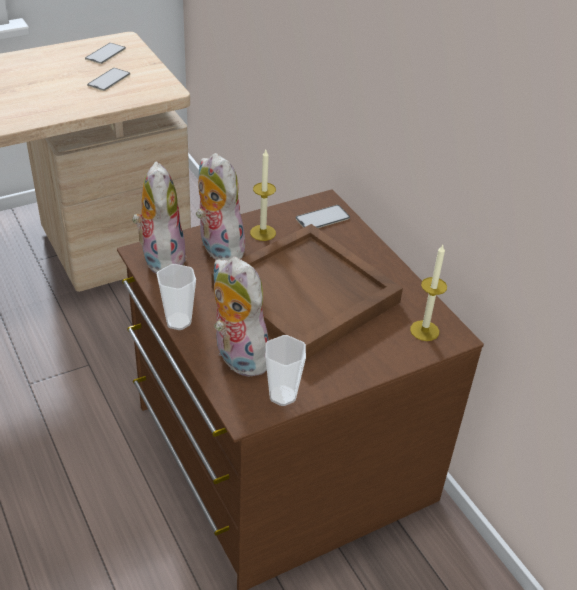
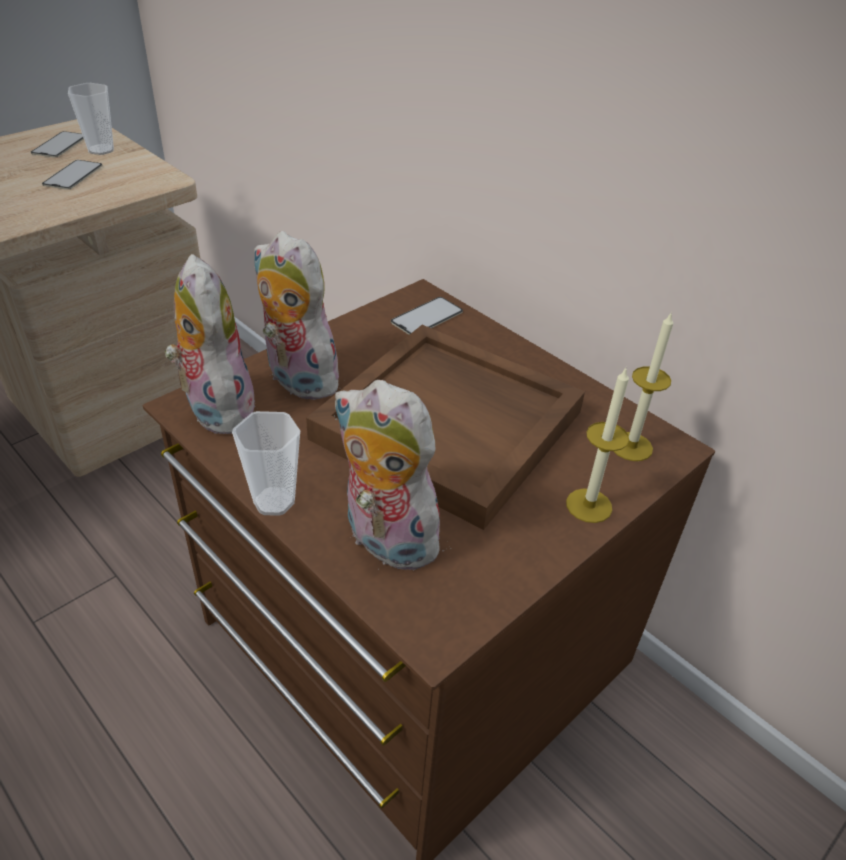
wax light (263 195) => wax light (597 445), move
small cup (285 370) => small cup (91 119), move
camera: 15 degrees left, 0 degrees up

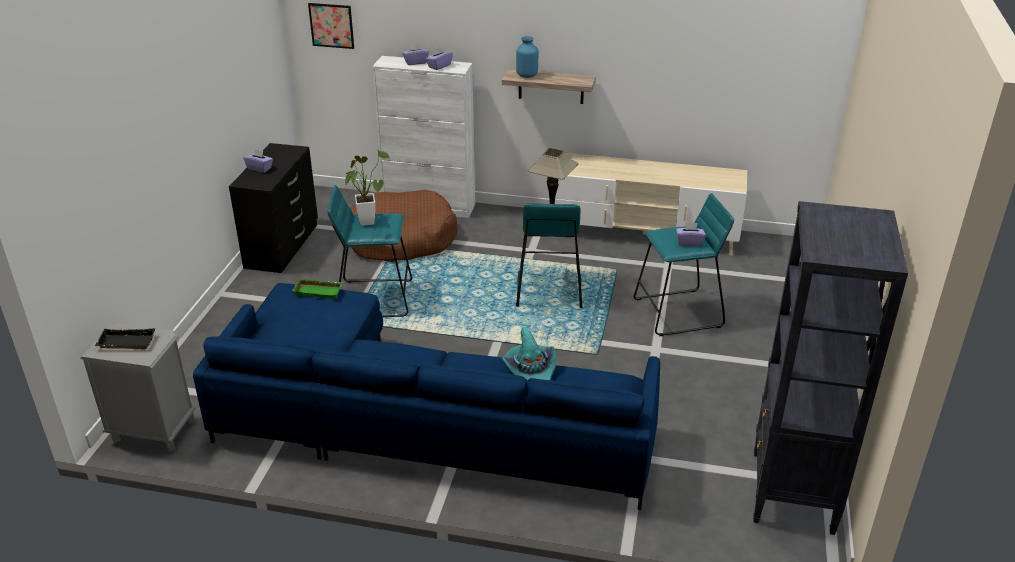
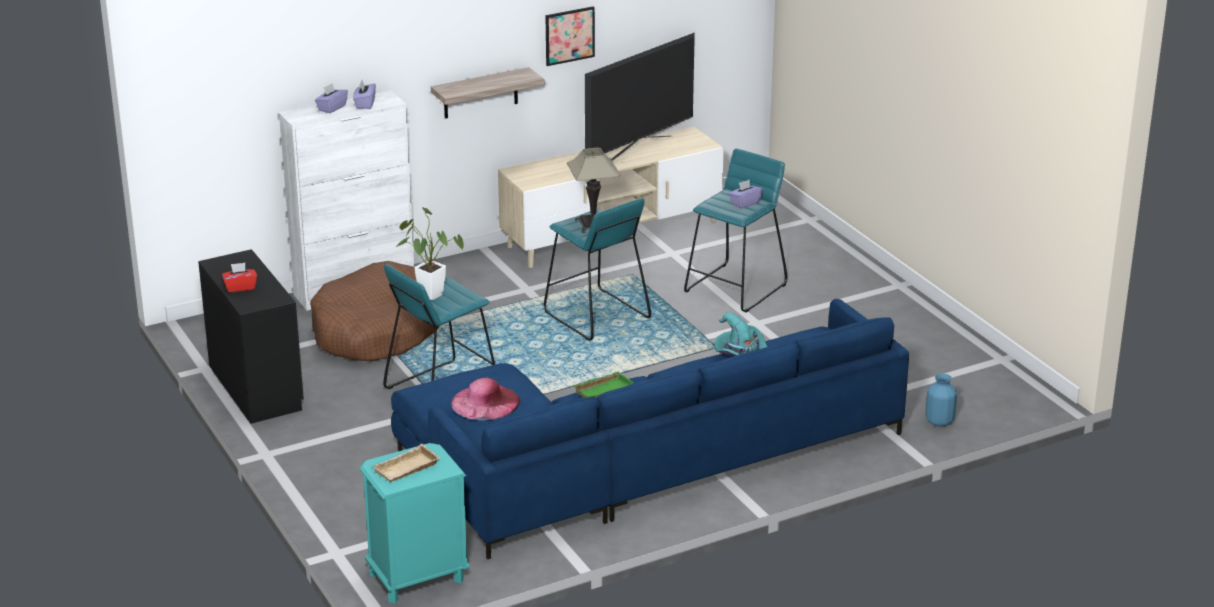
bookcase in blackish (830 368) => nothing
nothing => hat in pinkish (485 399)
nothing => TV (640 96)
tray in greenish (317 288) => tray in greenish (603 385), move
wall picture (331 26) => wall picture (570 36), move
decorative vase in bluish (527 57) => decorative vase in bluish (941 400), move
bedside table in gray (138 387) => bedside table in turquoise (415 523)
tray in blackish (125 338) => tray in sand-coloured (406 463)
tissue box in purple (258 161) => tissue box in red (239 277)
camera: 40 degrees left, 5 degrees down

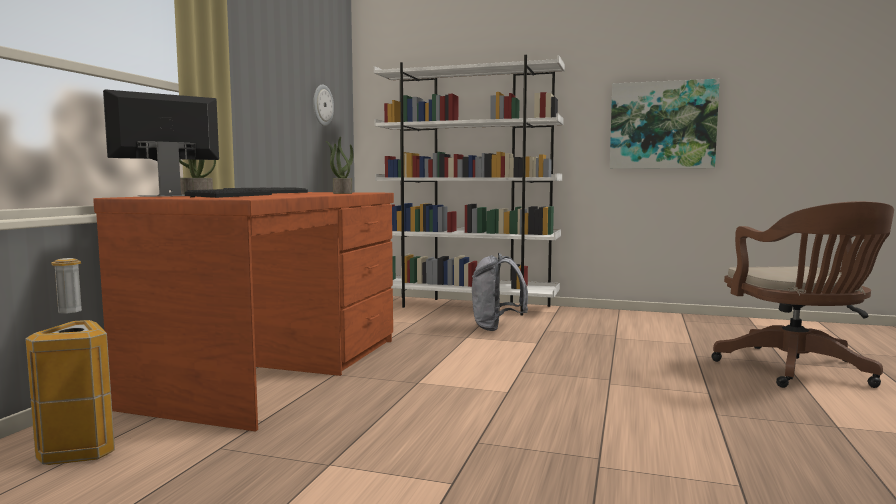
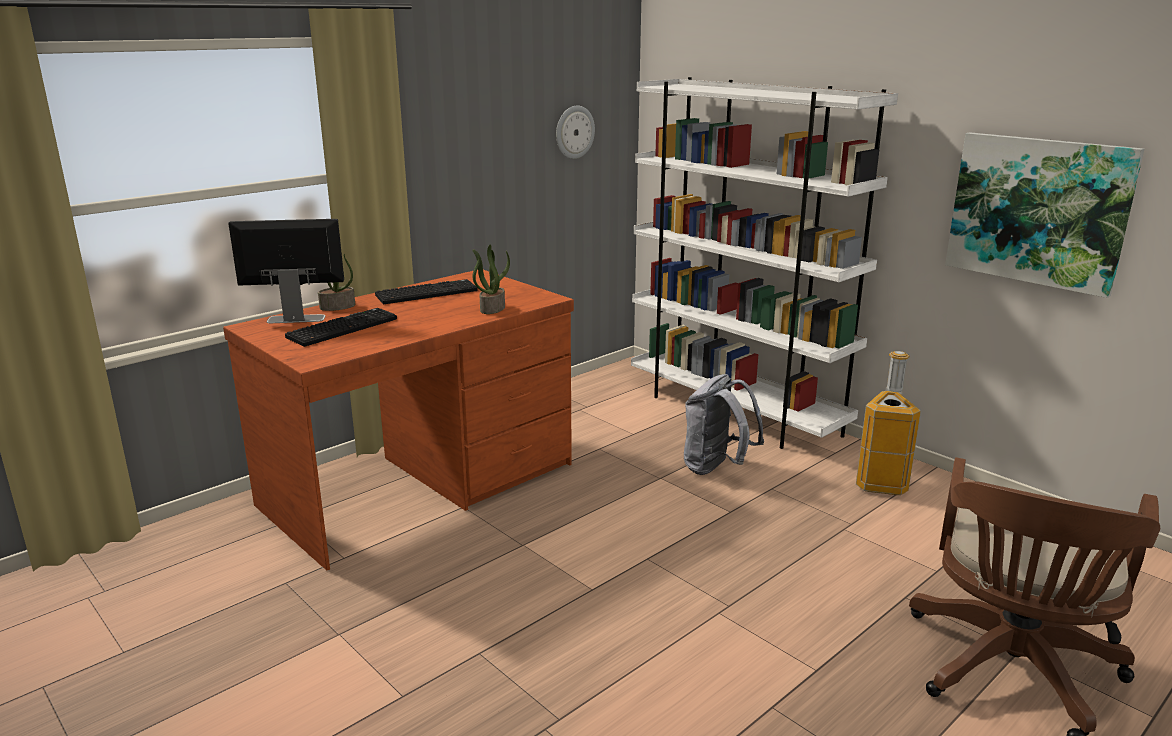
trash can (70 361) => trash can (888 423), move
camera: 30 degrees right, 15 degrees up

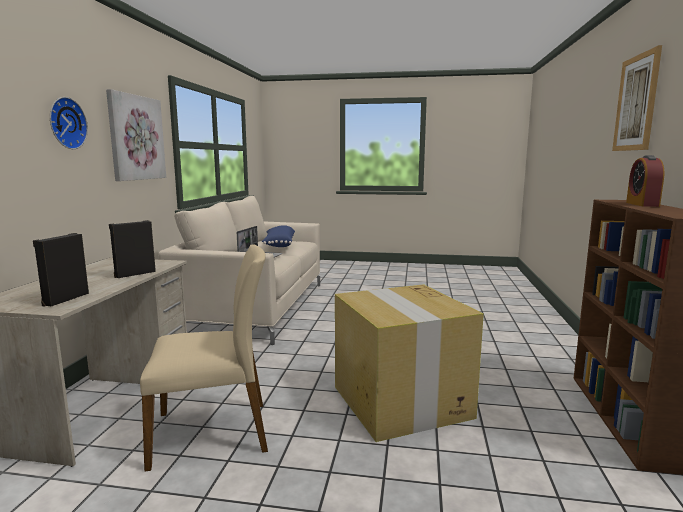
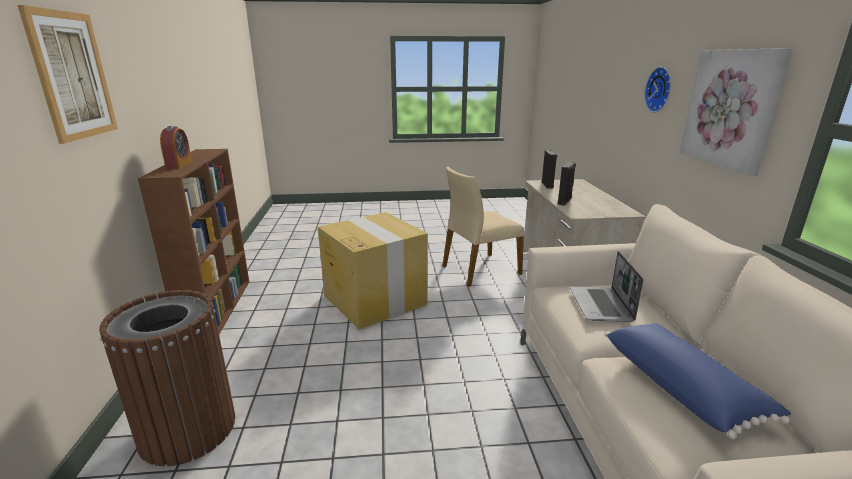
nothing => trash can in brown (167 378)
camera: 165 degrees right, 10 degrees up

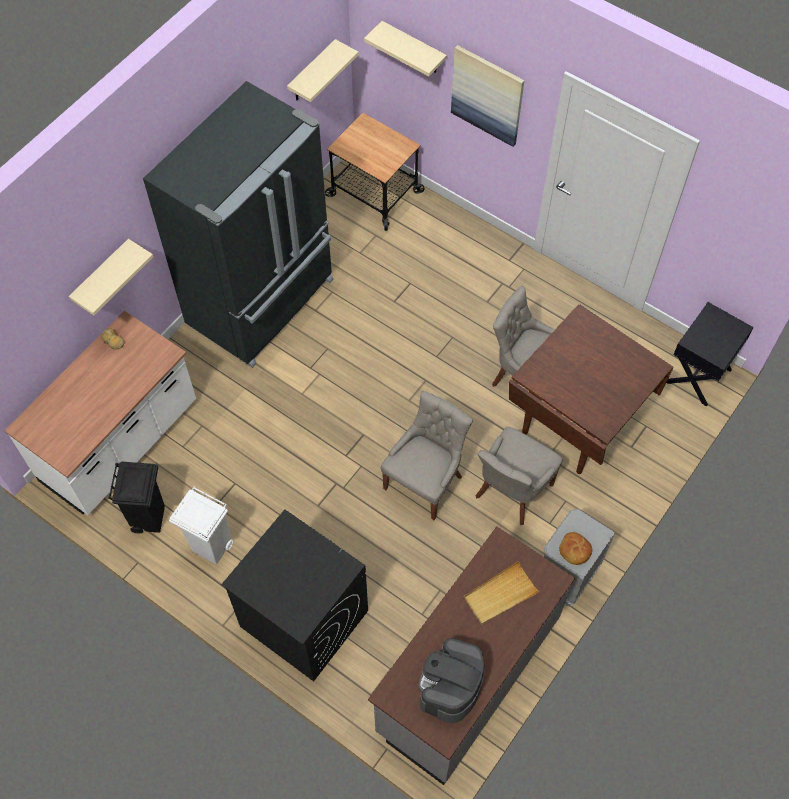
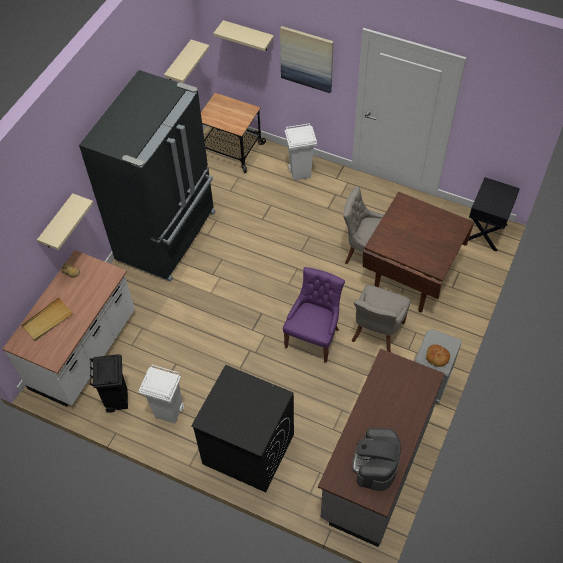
nothing => trash can in whitish (301 151)
tray in sand-coloured (502 593) => tray in sand-coloured (47 319), move
upright chair in gray (427 455) => upright chair in purple (314 315)
camera: 10 degrees left, 5 degrees down

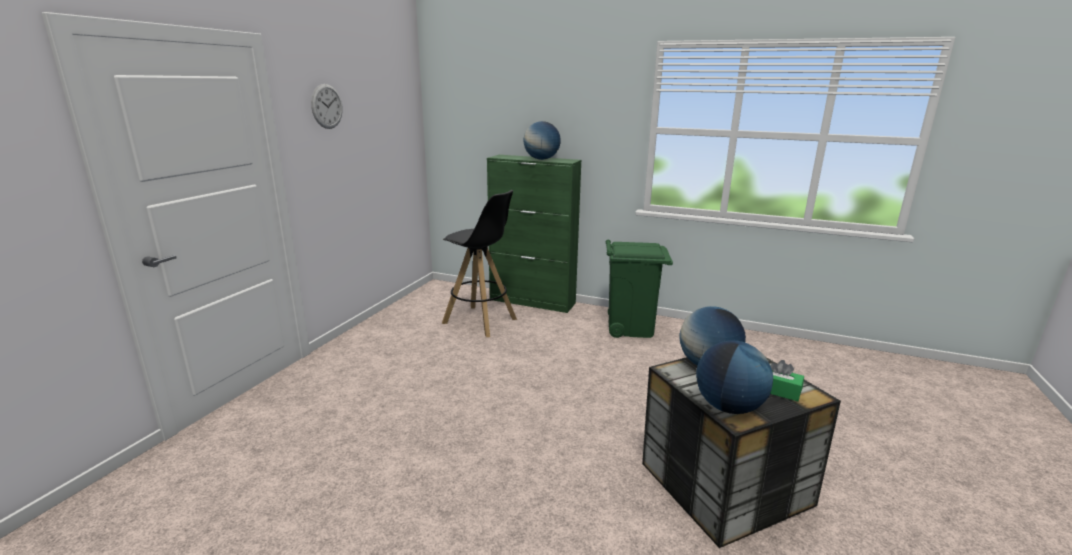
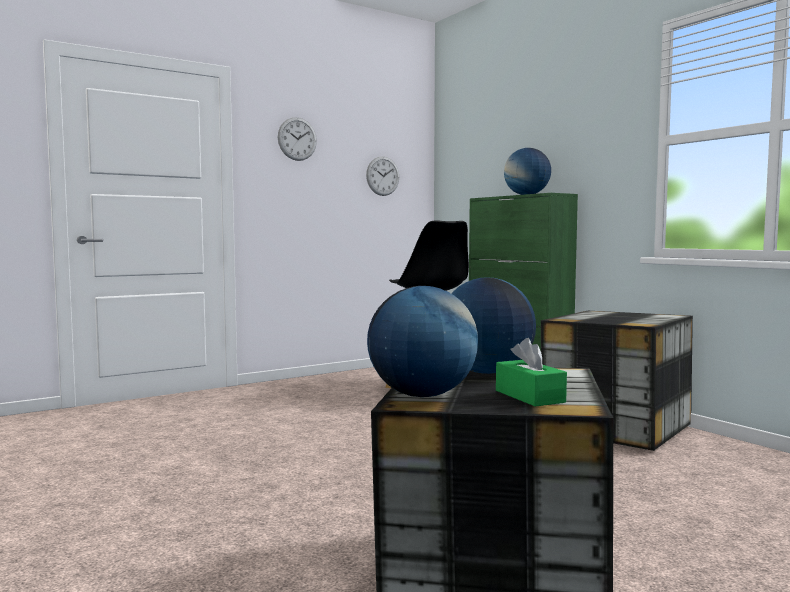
nothing => wall clock (382 176)
trash can in greenish (639 289) => storage box (617 381)
camera: 35 degrees right, 15 degrees down

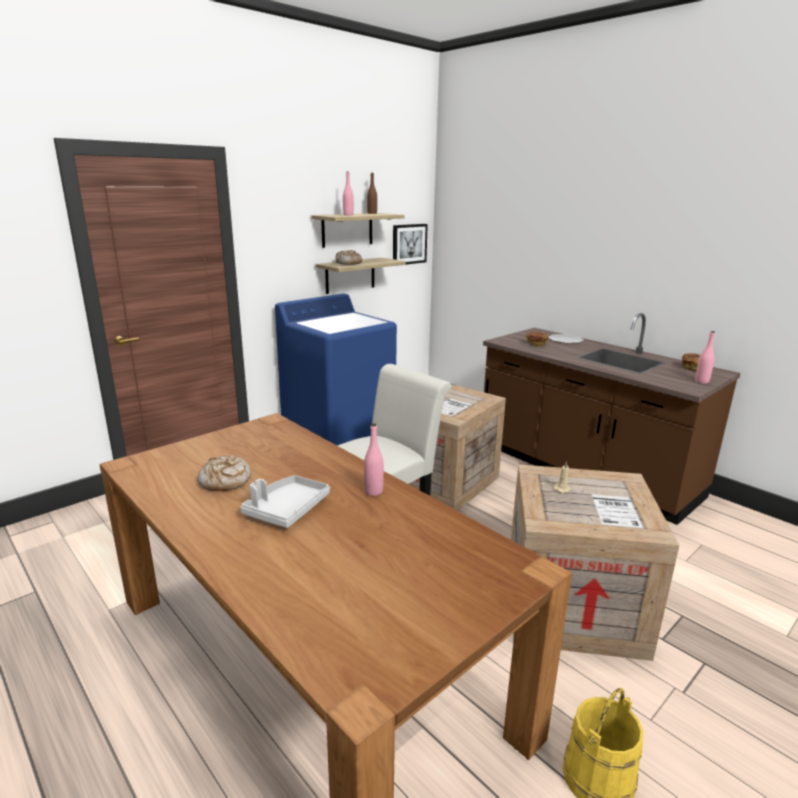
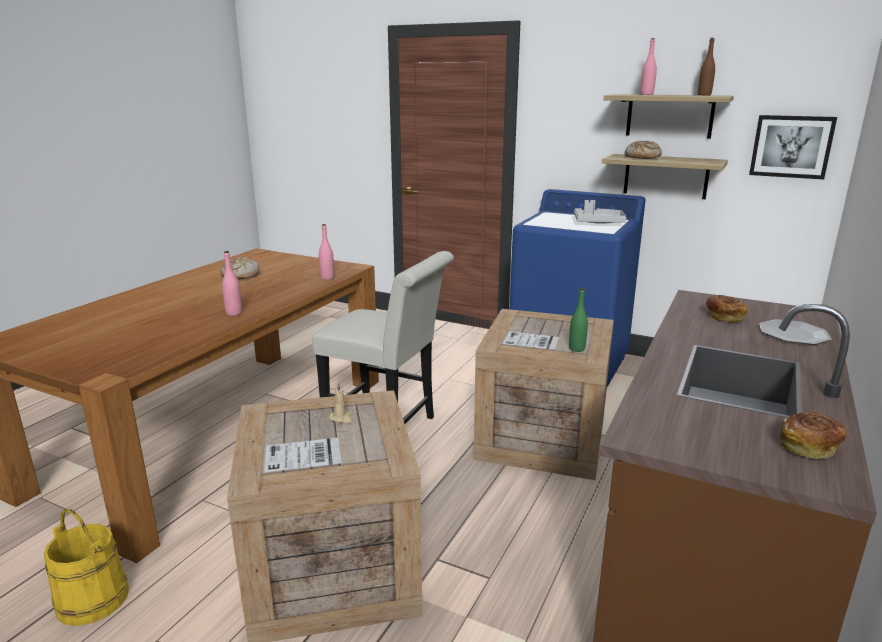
nothing => bottle in greenish (578 320)
tray in gray (285 501) => tray in gray (600 212), move
bottle in pinkish (705 357) => bottle in pinkish (326 252), move
camera: 70 degrees right, 0 degrees up

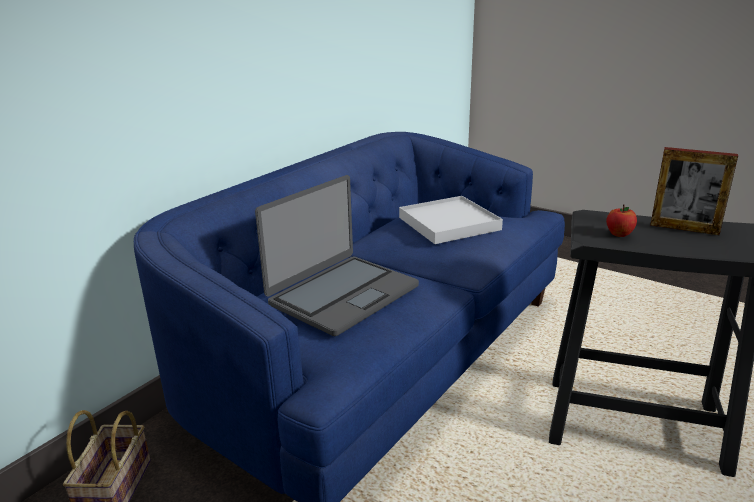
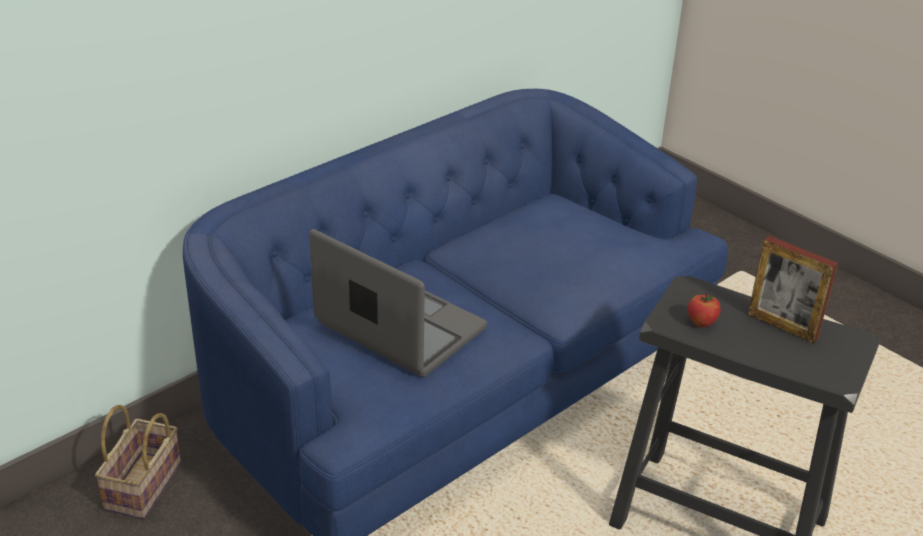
tray in whitish (451 220) => nothing
portable computer (337 255) => portable computer (398 303), 105 degrees counterclockwise
camera: 10 degrees right, 10 degrees up

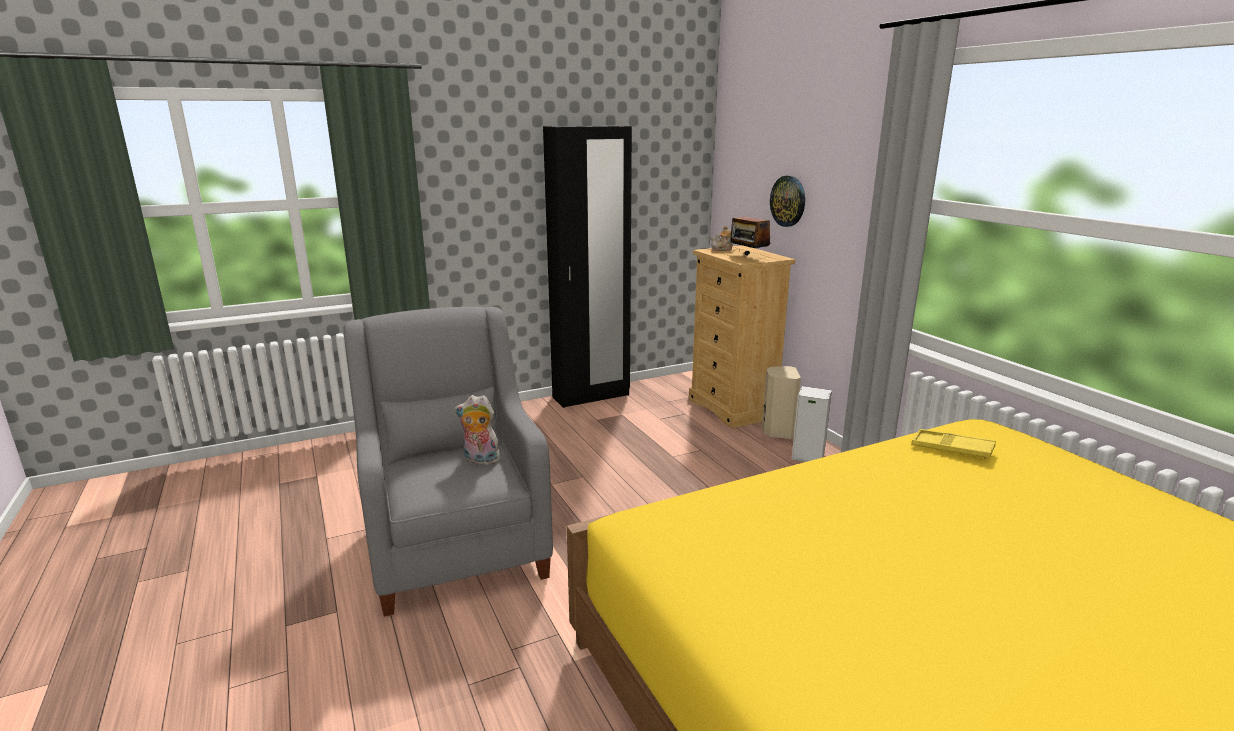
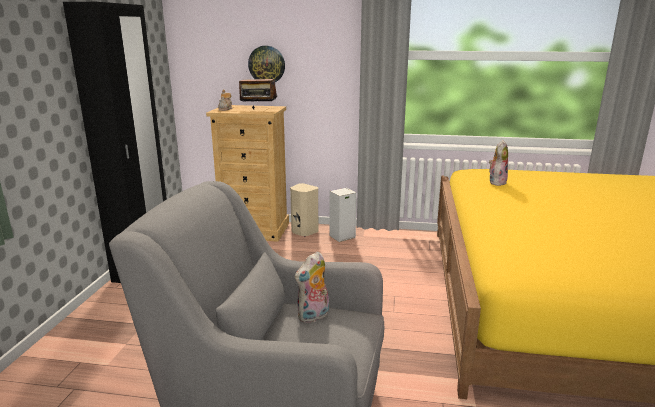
tray in yellow-coloured (954 444) => soft toy (498 163)
camera: 55 degrees left, 0 degrees up

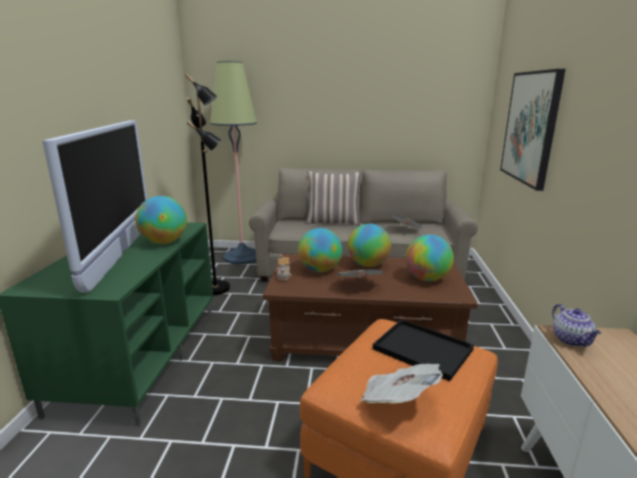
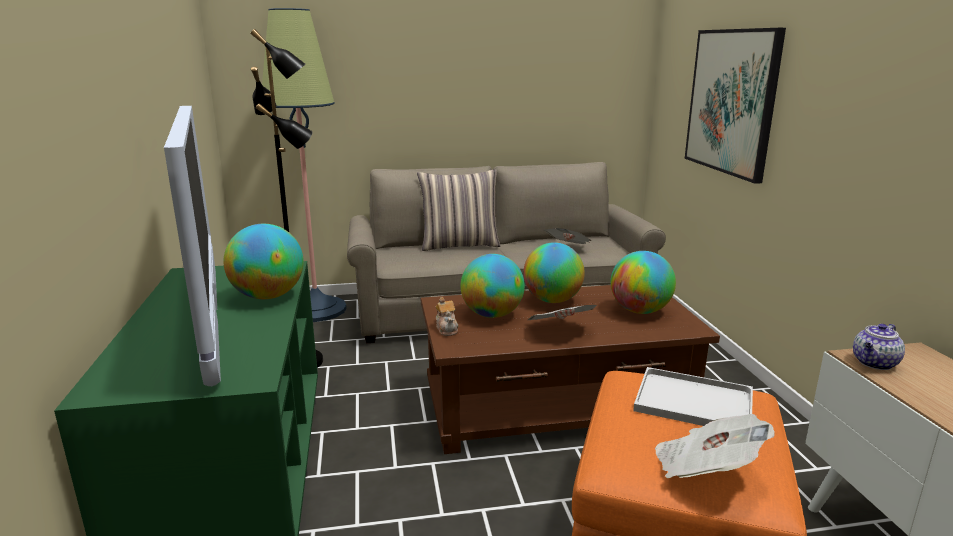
tray in blackish (423 350) => tray in whitish (693 396)
pot for tea (576 325) => pot for tea (879 347), 75 degrees clockwise
camera: 15 degrees left, 0 degrees up

